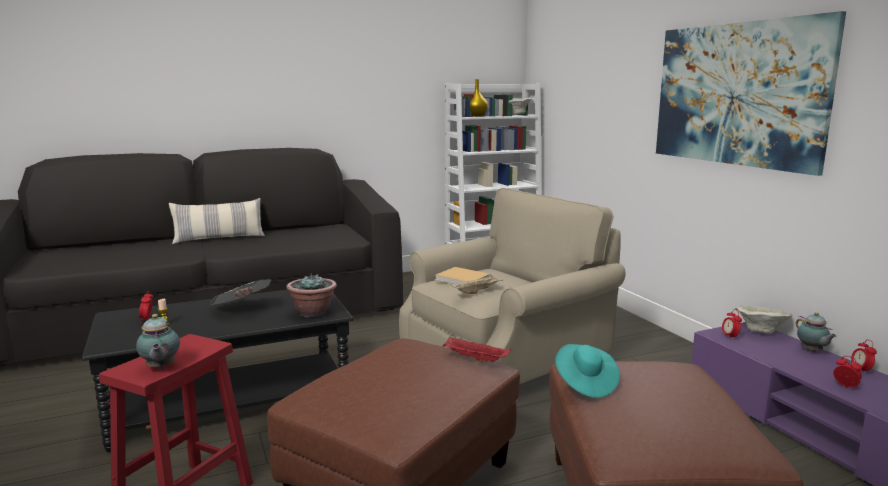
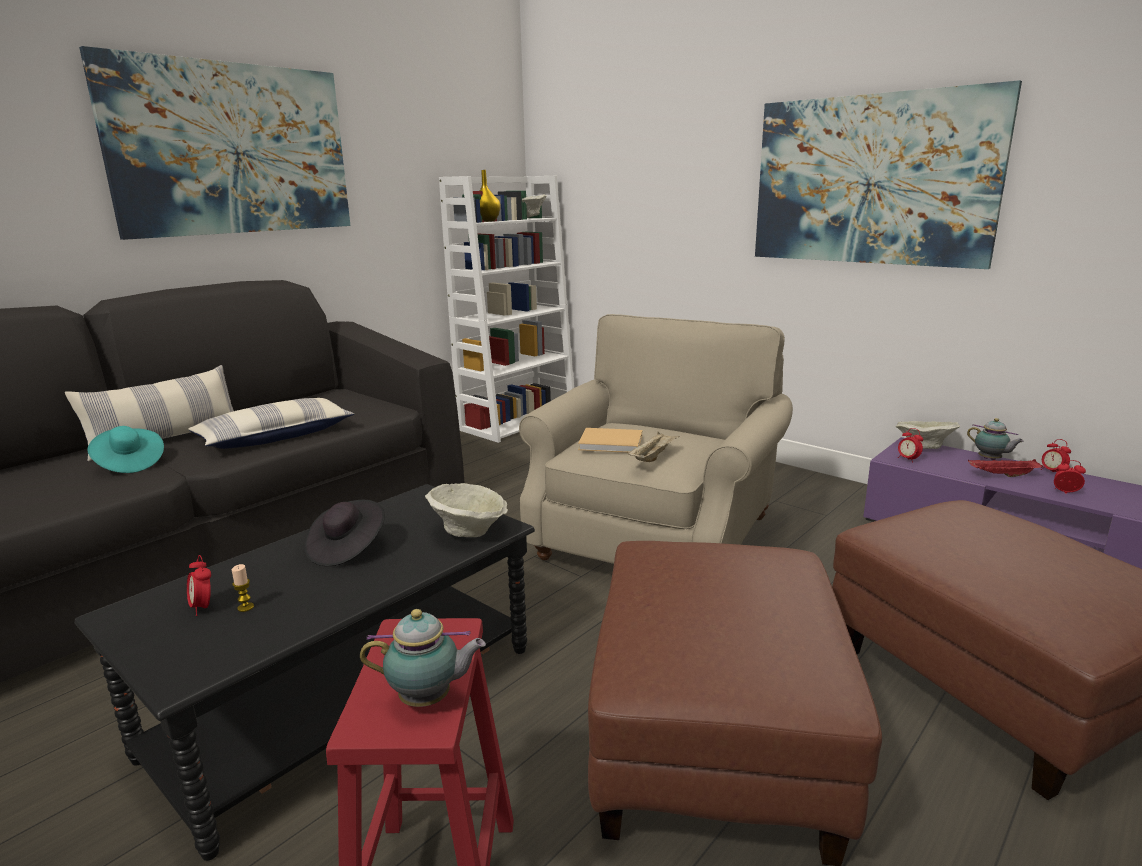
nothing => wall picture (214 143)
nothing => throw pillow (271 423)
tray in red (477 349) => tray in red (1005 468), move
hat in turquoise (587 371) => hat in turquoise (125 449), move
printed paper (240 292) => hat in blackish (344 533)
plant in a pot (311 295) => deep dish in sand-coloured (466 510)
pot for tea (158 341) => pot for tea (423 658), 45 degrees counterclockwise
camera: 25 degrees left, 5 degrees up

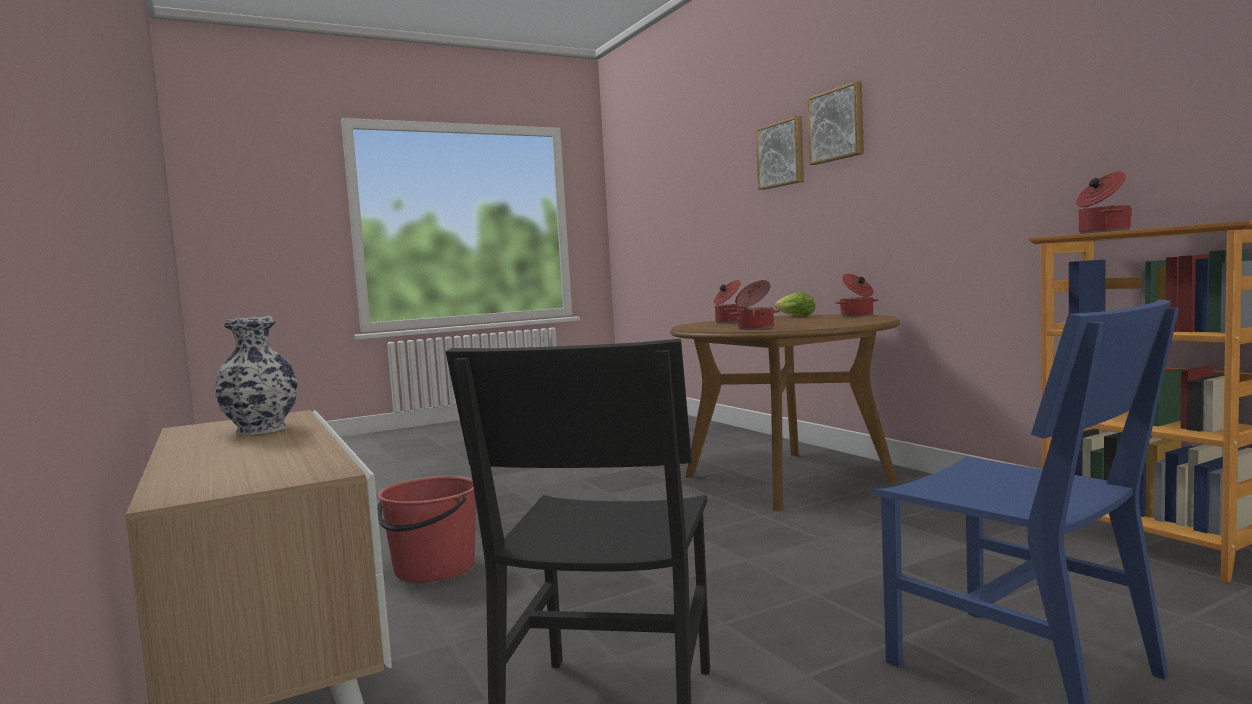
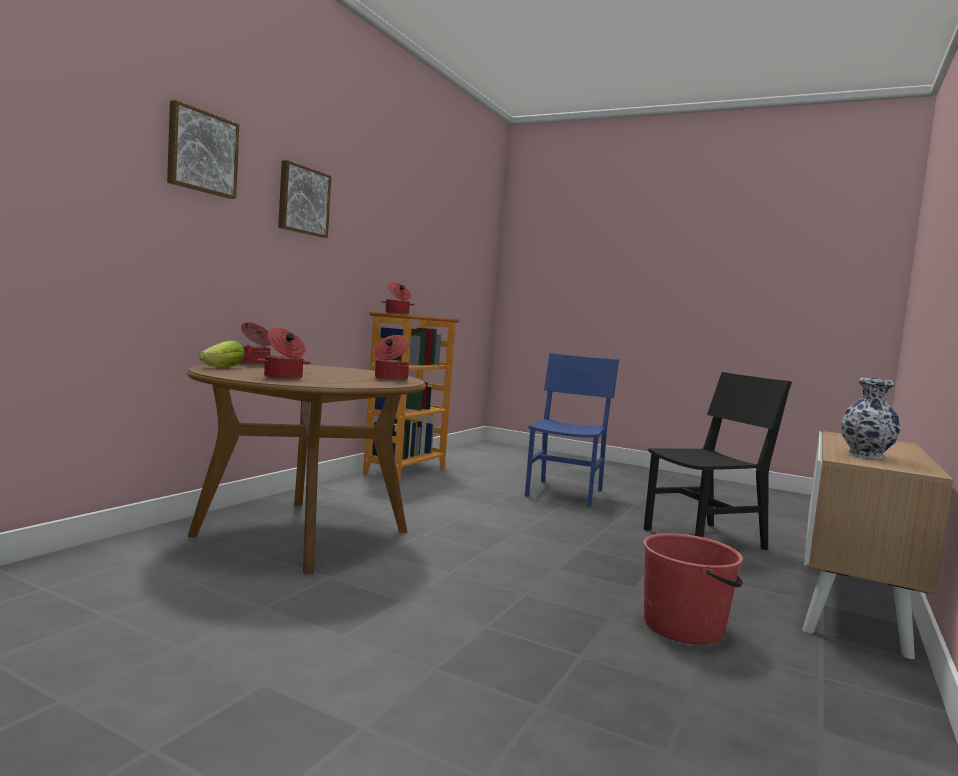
wall picture (780 153) => wall picture (304 199), move
camera: 125 degrees left, 0 degrees up

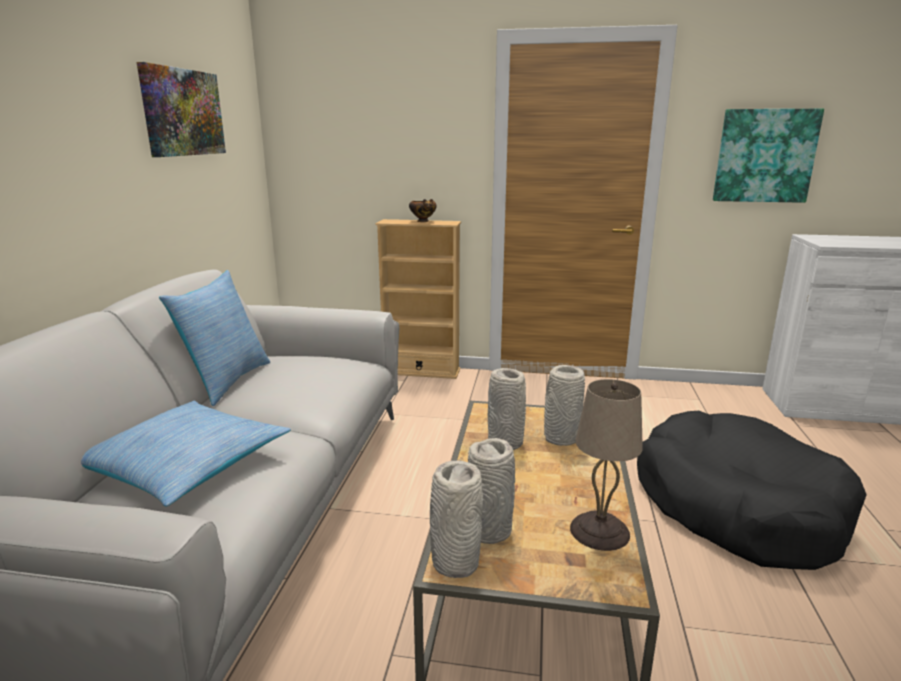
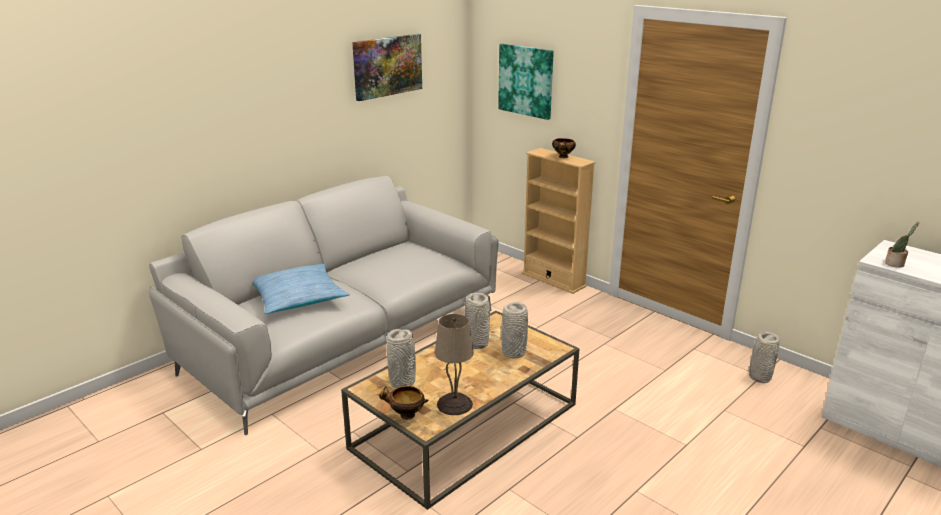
throw pillow (214 338) => nothing
pet bed in blackish (752 490) => nothing
nothing => deep dish (403 403)
nothing => plant in a pot (902 245)
decorative vase in gray (456 519) => decorative vase in gray (764 357), move
wall picture (768 156) => wall picture (526 82), move
camera: 35 degrees right, 5 degrees up

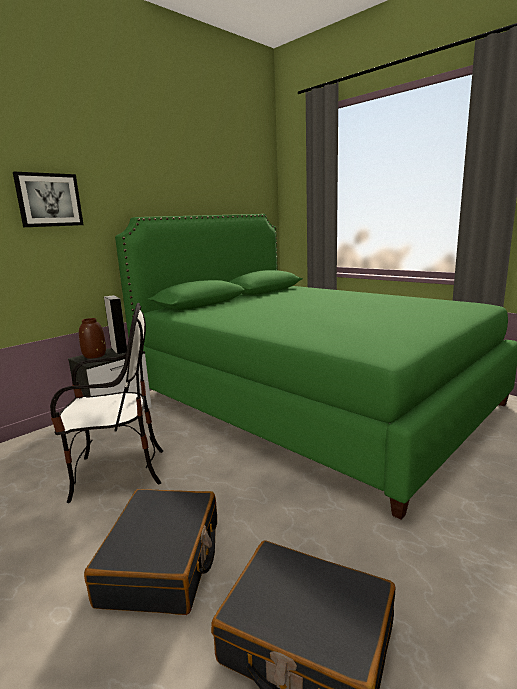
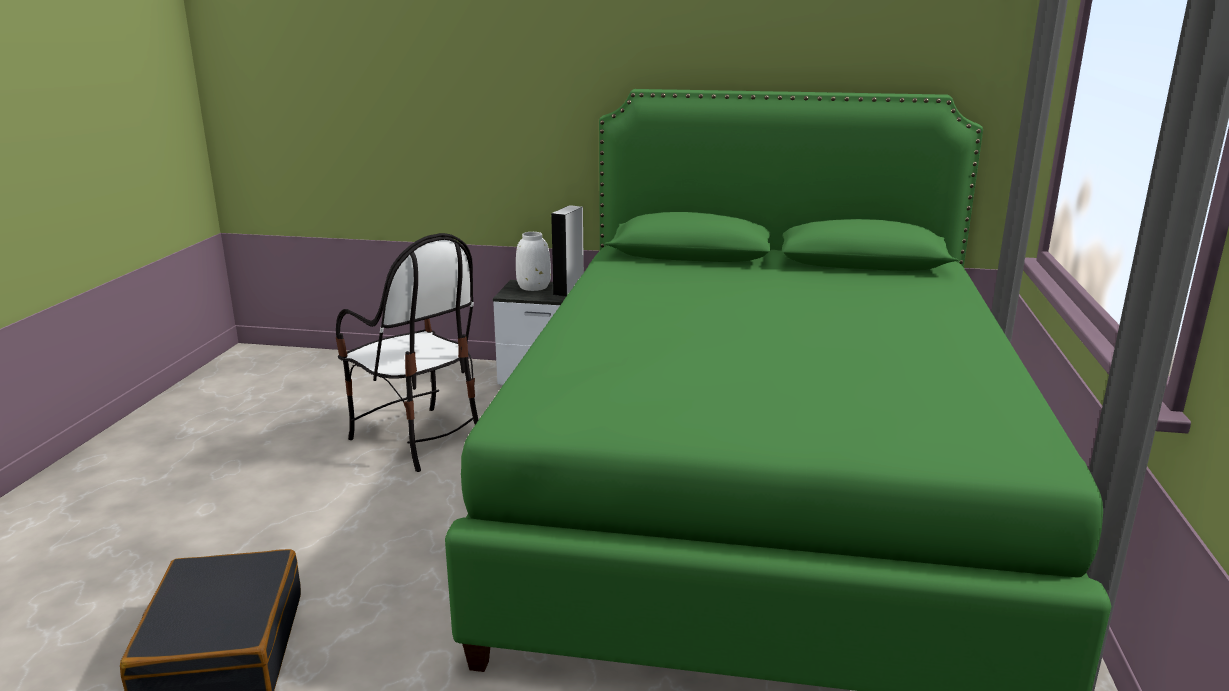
wall picture (48 199) => nothing
suitcase in blackish (150 552) => nothing
decorative vase in brown (92 338) => decorative vase in whitish (533 261)
camera: 55 degrees right, 5 degrees up

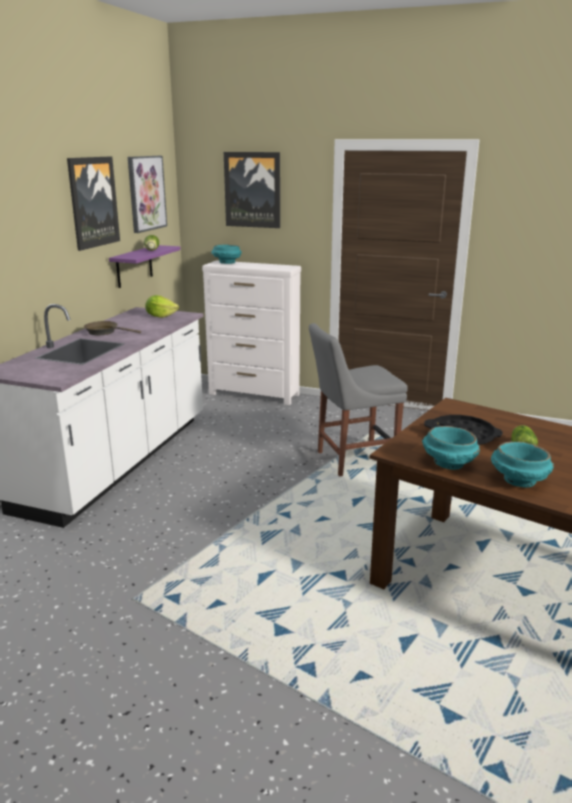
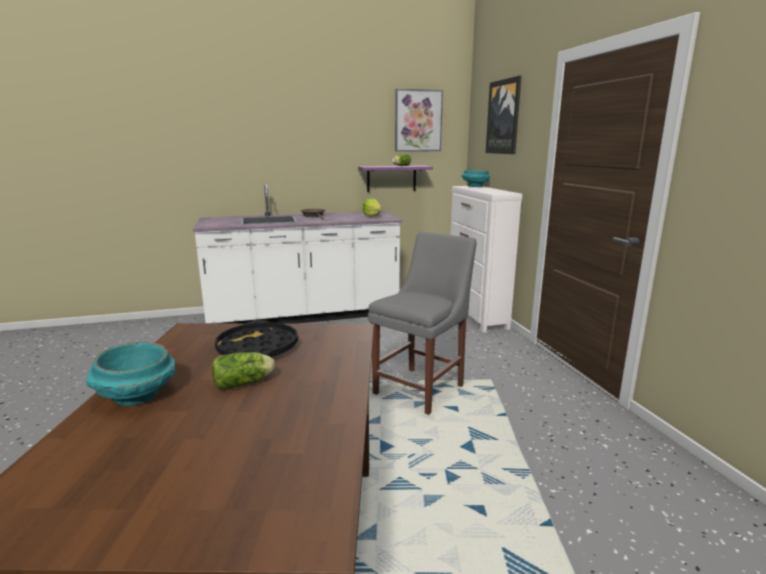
wall picture (93 203) => nothing
deep dish in turquoise (451 448) => nothing
upright chair in gray (358 400) => upright chair in gray (422 323), 90 degrees clockwise
camera: 55 degrees right, 5 degrees down

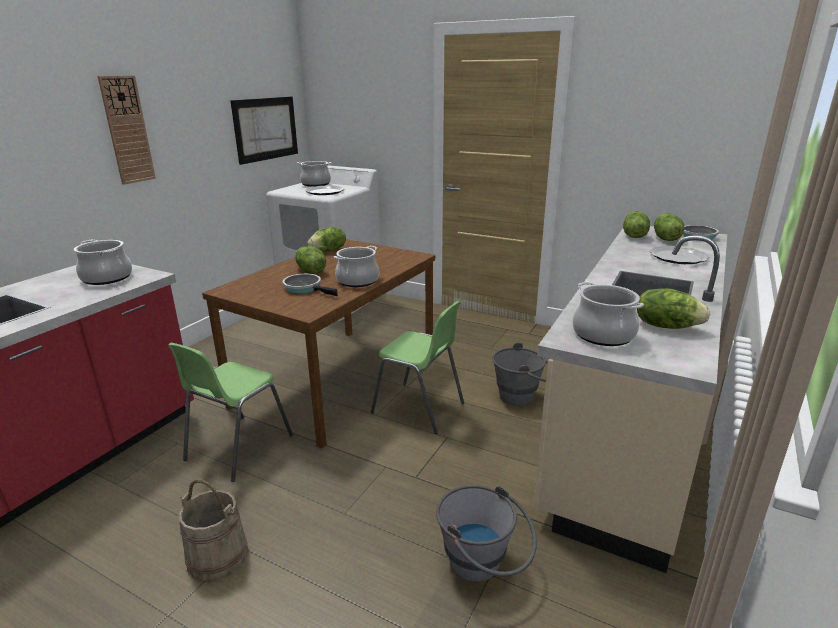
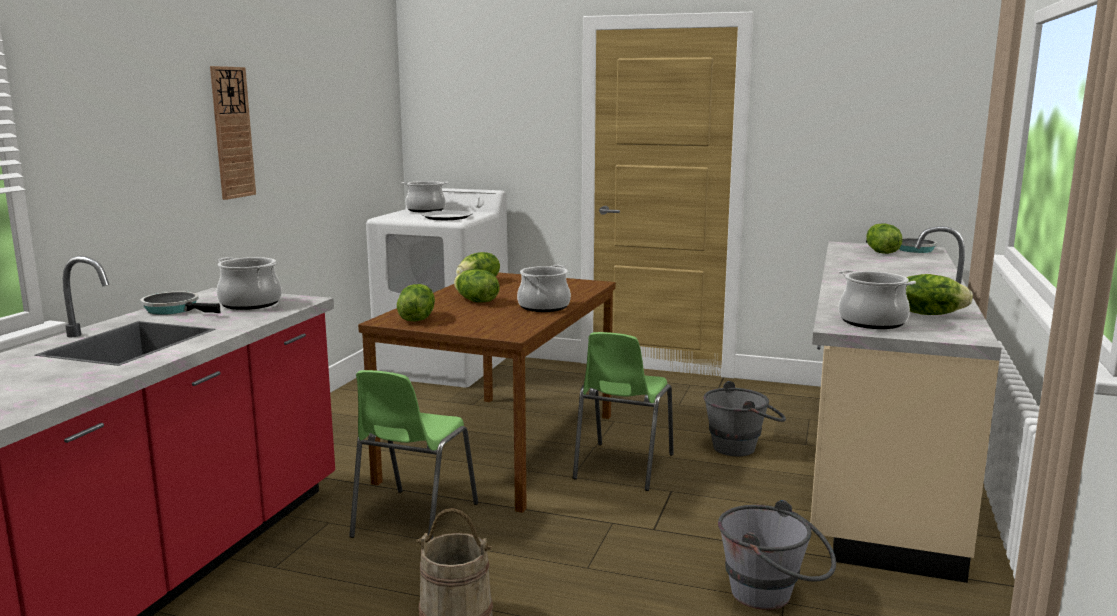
wall picture (264 131) => nothing
flat dish (679 255) => nothing
pan (310 285) => pan (180 303), move
head of lettuce (636 224) => head of lettuce (416 303), move
upright chair in greenish (417 367) => upright chair in greenish (623 411), 90 degrees clockwise
camera: 10 degrees left, 10 degrees down

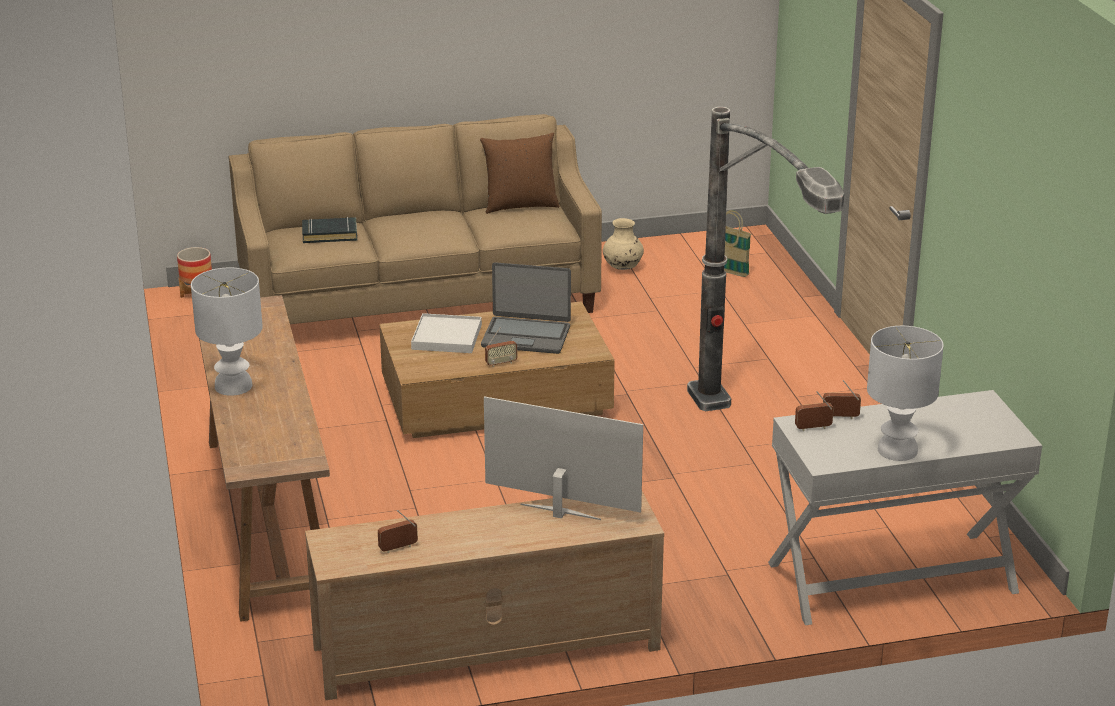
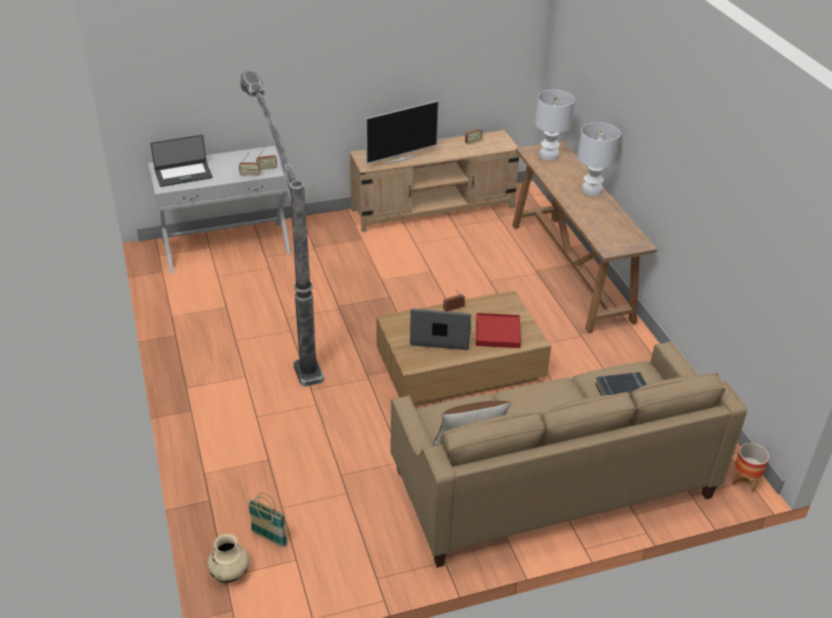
nothing => portable computer (181 161)
decorative vase in sand-coloured (623 244) => decorative vase in sand-coloured (229 558), move
tabletop lamp in whitish (905 393) => tabletop lamp in whitish (555 125), move
tray in whitish (446 333) => tray in red (498 330)
TV (563 458) => TV (402 132), 45 degrees counterclockwise
camera: 175 degrees right, 10 degrees up

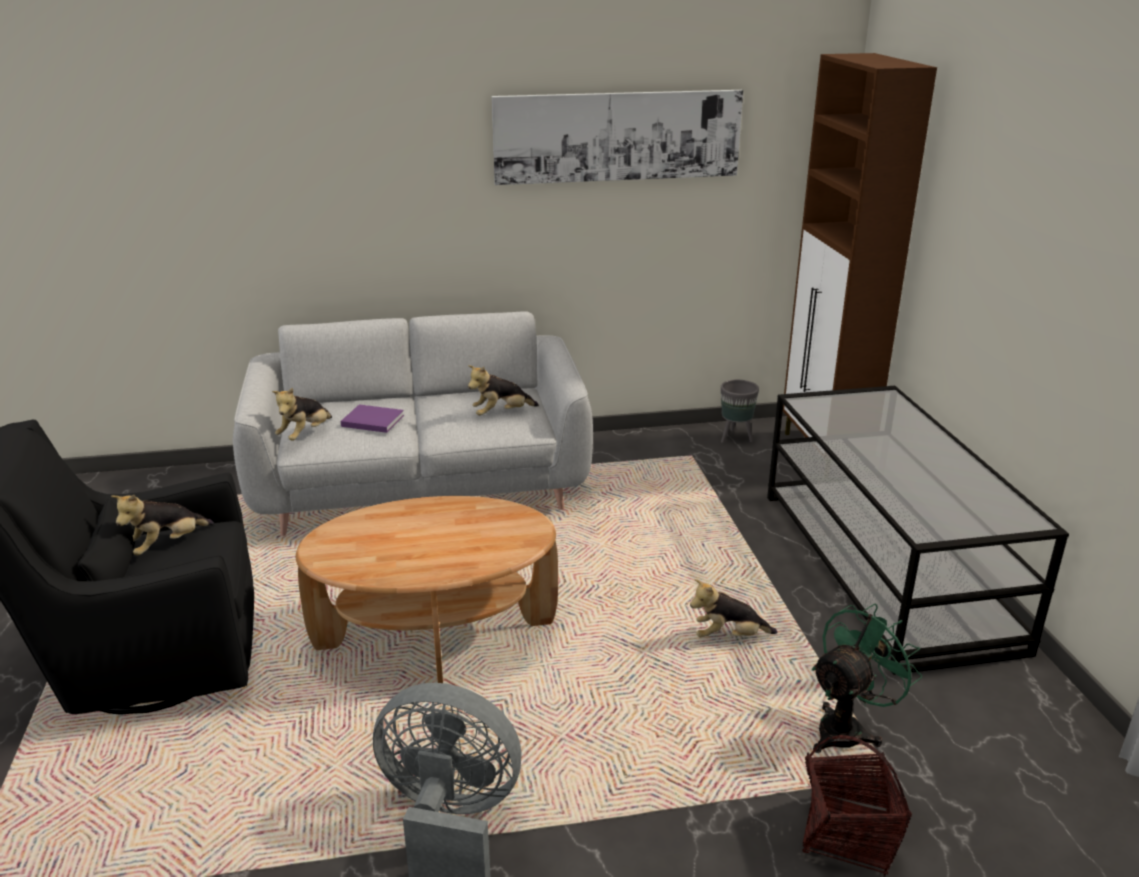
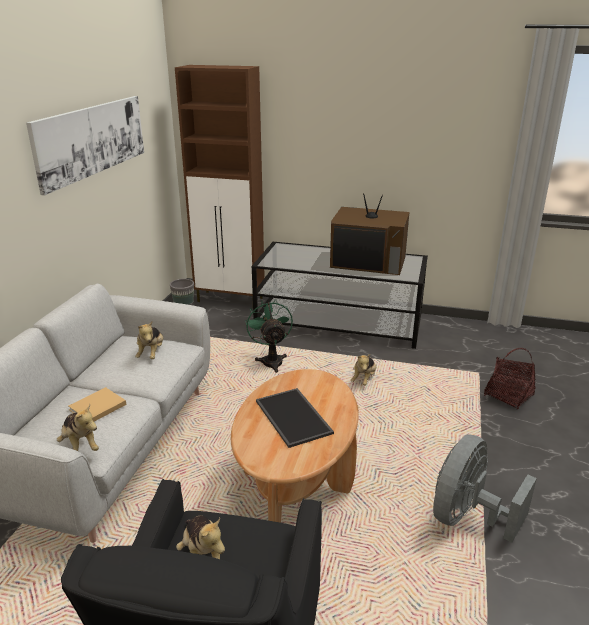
nothing => tray (295 418)
nothing => TV (369 234)
fan in greenish (867 678) => fan in greenish (269 336), move
book in purple (372 418) => book in sand-coloured (97 404)
camera: 65 degrees left, 0 degrees up

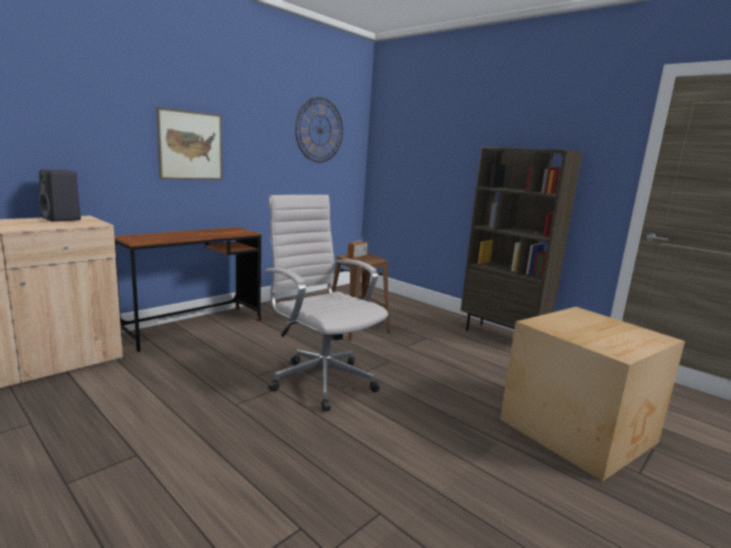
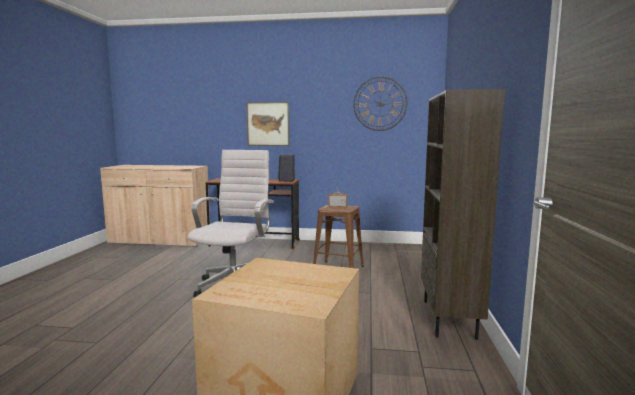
speaker in blackish (60 195) => speaker in blackish (286 168), move
camera: 55 degrees right, 5 degrees down

